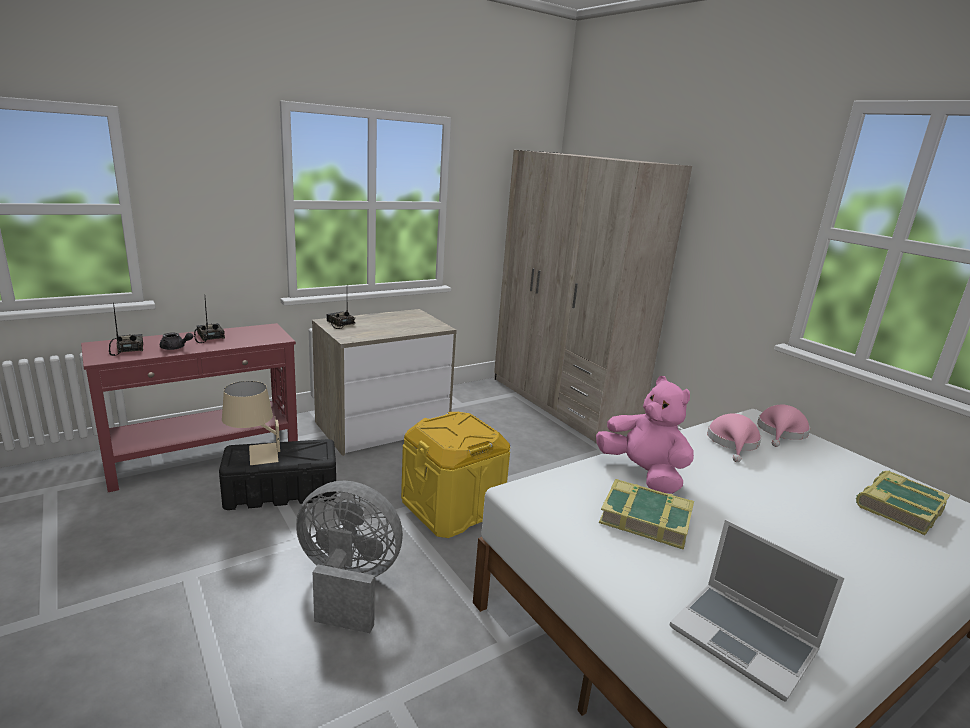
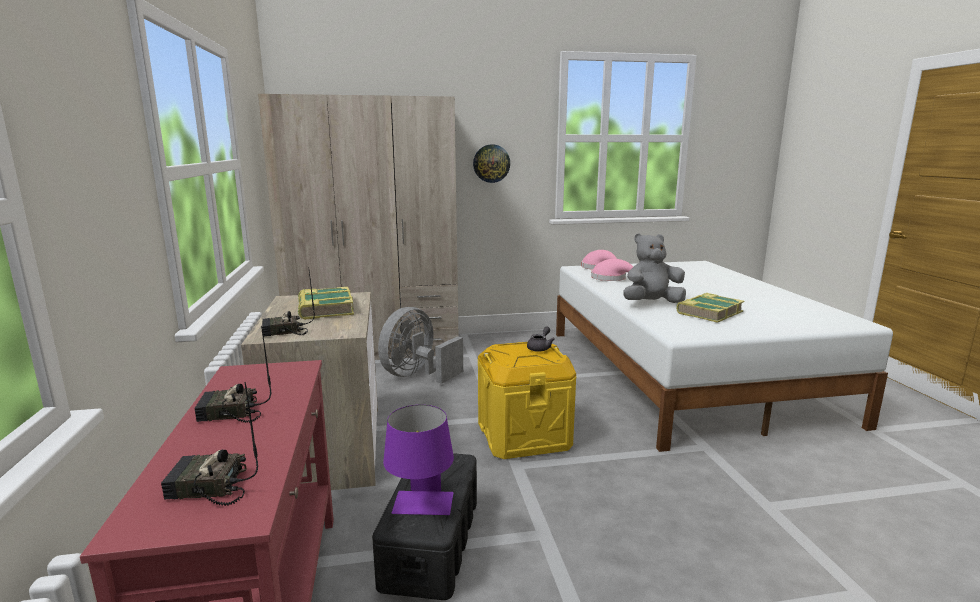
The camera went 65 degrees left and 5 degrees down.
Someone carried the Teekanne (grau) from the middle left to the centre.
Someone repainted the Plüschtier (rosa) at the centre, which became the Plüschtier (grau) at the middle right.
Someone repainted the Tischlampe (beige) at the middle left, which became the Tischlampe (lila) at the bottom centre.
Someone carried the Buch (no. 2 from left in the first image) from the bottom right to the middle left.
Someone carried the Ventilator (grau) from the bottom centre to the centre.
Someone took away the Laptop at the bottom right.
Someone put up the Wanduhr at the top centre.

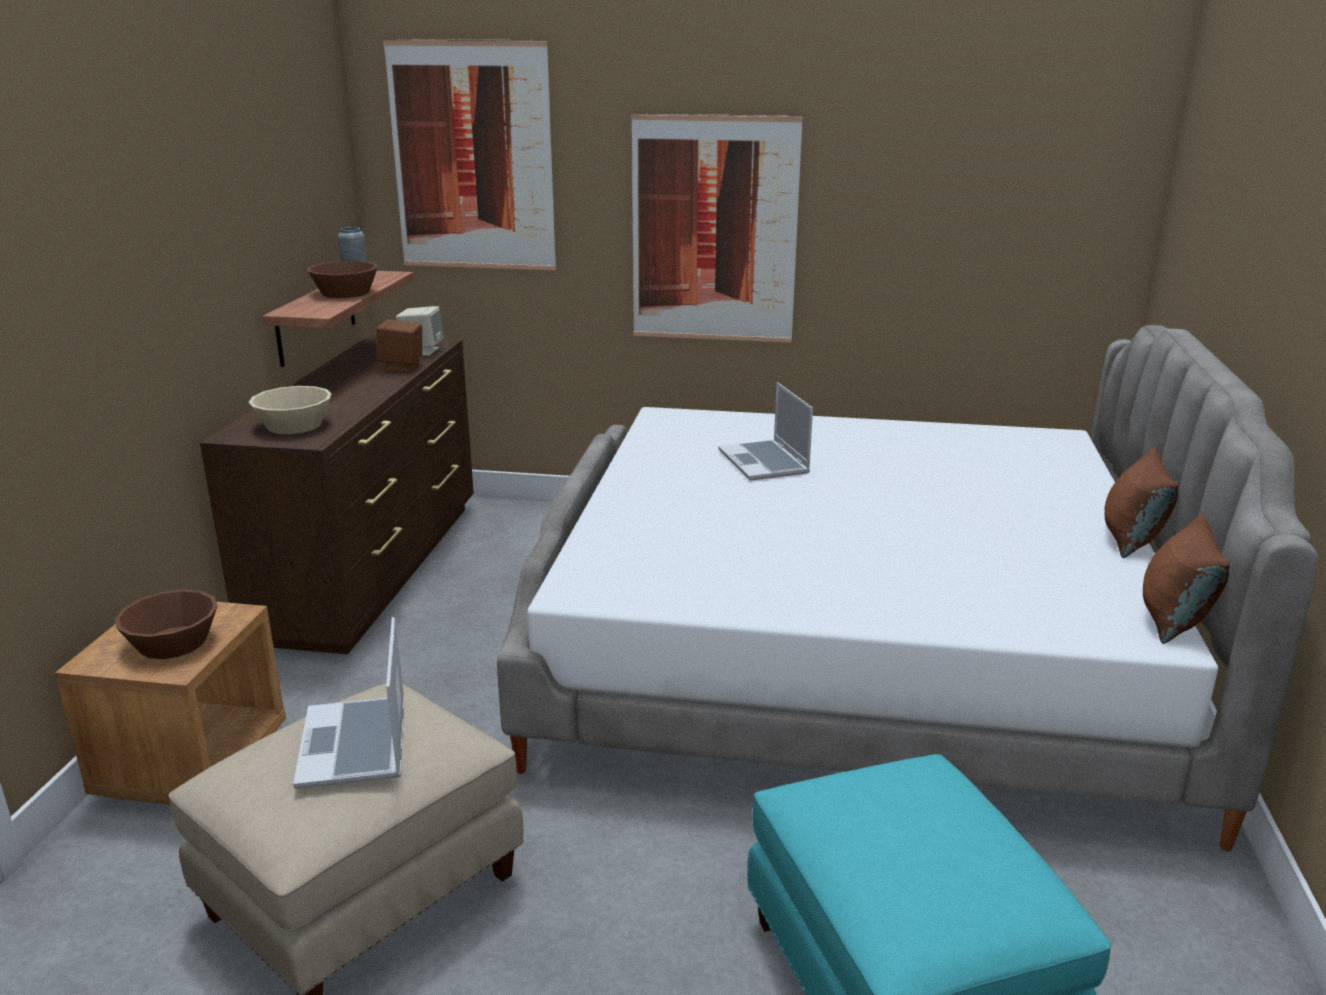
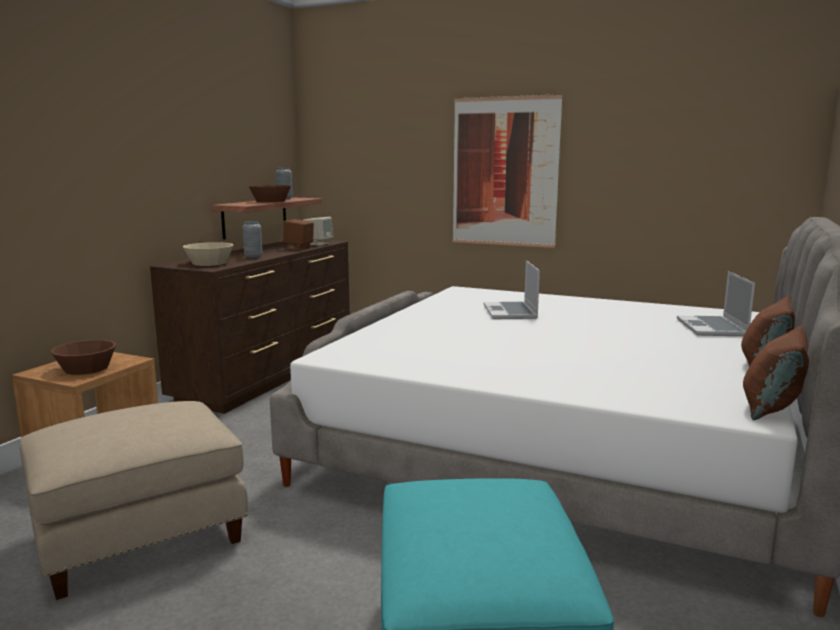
The camera went 15 degrees right and 10 degrees down.
Someone took away the Bild (no. 1 from left) at the top centre.
Someone carried the Laptop (no. 1 from left in the first image) from the bottom left to the middle right.
Someone put down the Vase (grau) (no. 1 from left) at the middle left.

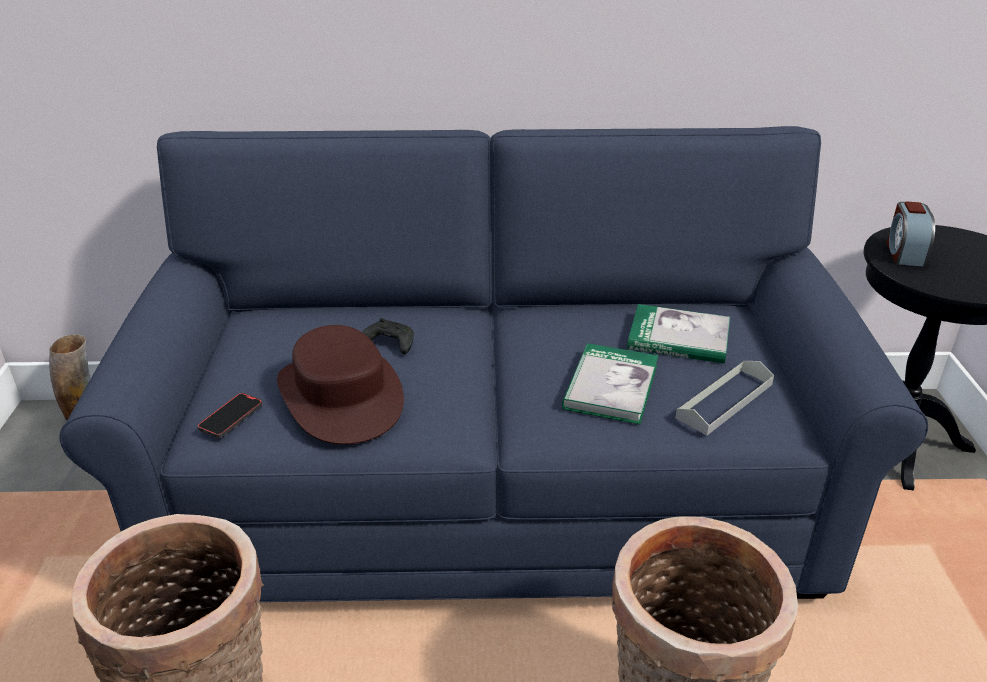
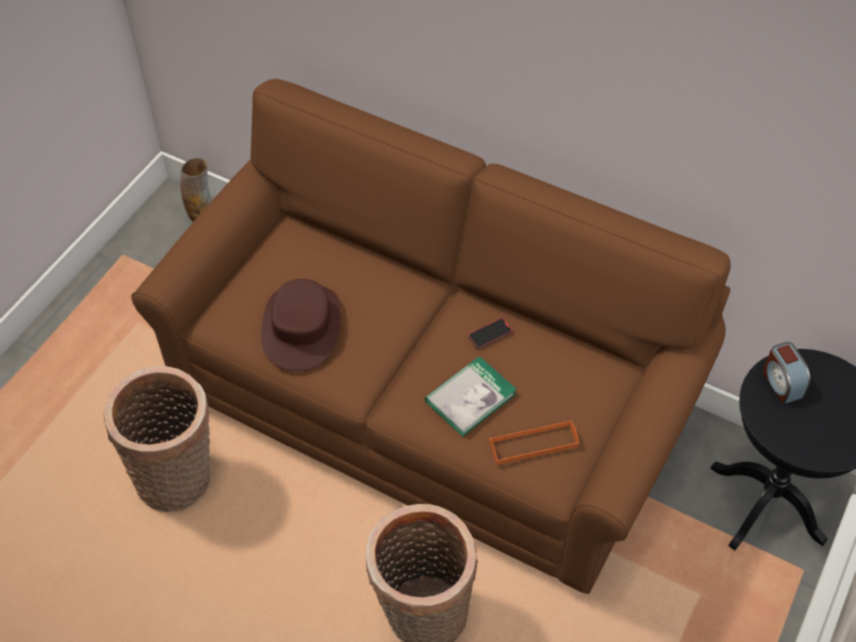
The camera went 30 degrees right and 20 degrees up.
Someone repainted the Sofa (blau) at the centre, which became the Sofa (braun) at the centre.
Someone rotated the Wecker at the middle right by 60 degrees counterclockwise.
Someone took away the Buch (no. 2 from left) at the middle right.
Someone took away the Gamepad (schwarz) at the centre.
Someone repainted the Tablett (grau) at the middle right, which became the Tablett (orange) at the bottom centre.
Someone carried the Handy from the middle left to the centre.

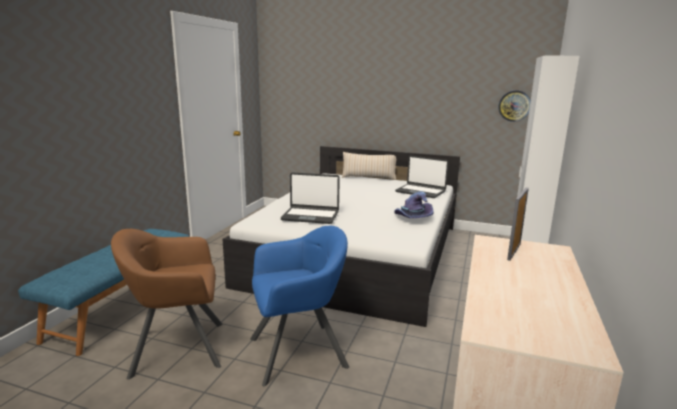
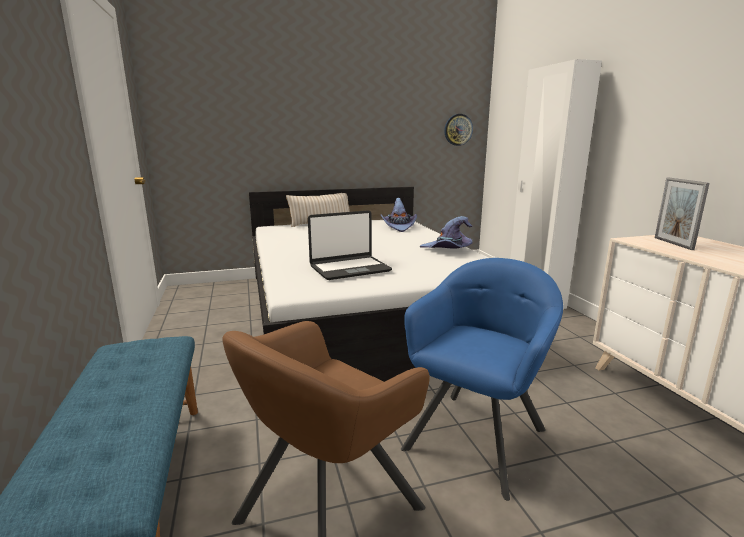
The camera went 35 degrees left and 0 degrees up.
Someone swapped the Laptop (no. 2 from left) at the centre for the Hut (lila) (no. 1 from left) at the centre.

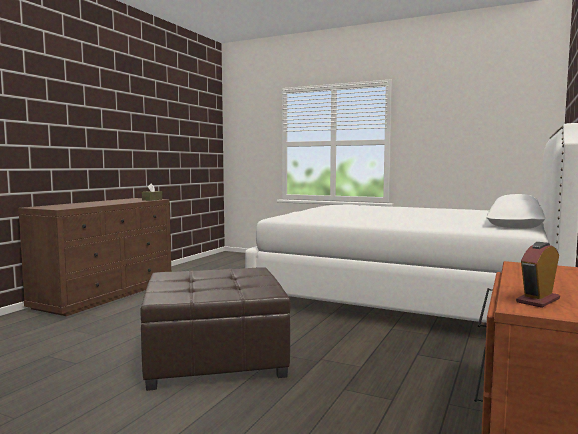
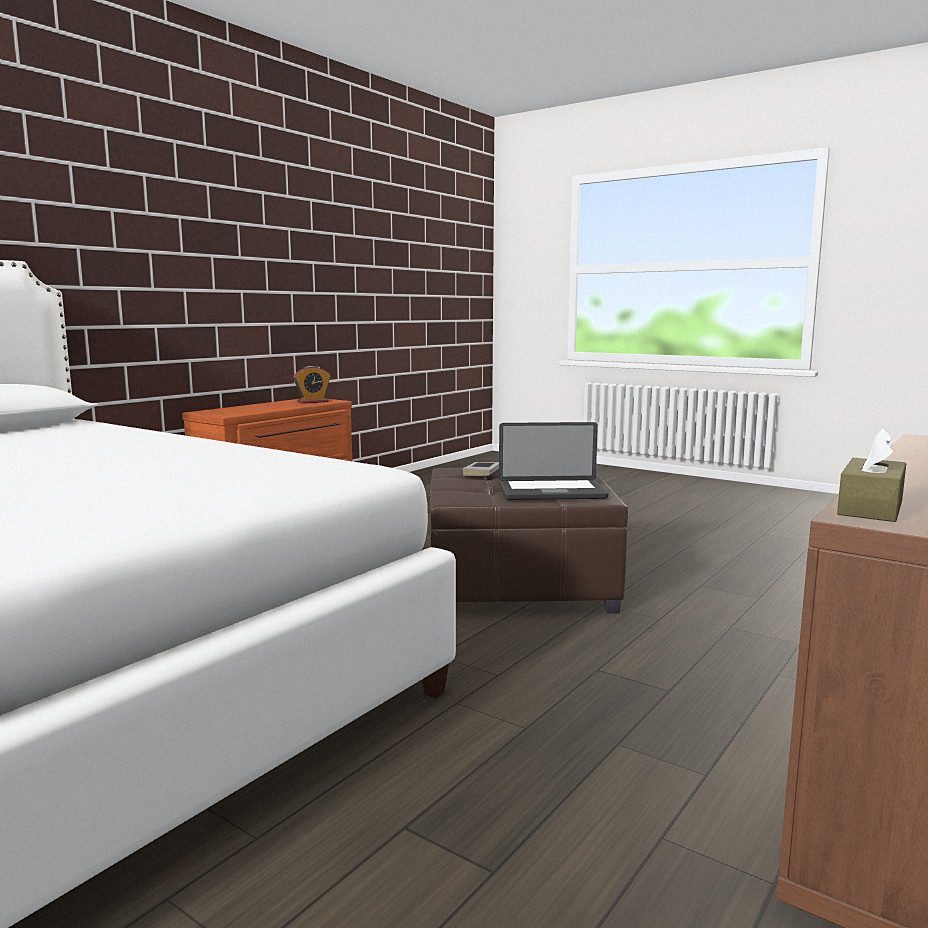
The camera went 170 degrees left and 5 degrees up.
Someone put down the Laptop at the centre.
Someone put down the Buch at the centre.

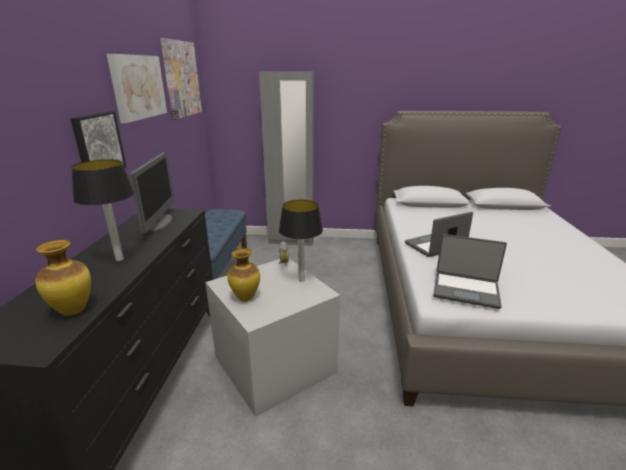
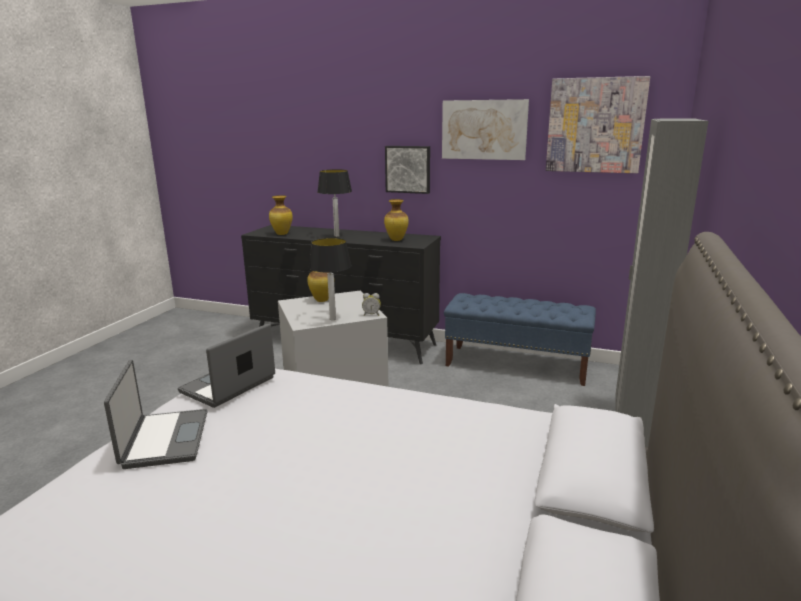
The camera went 105 degrees right and 5 degrees down.
Someone swapped the Monitor at the middle left for the Vase (no. 3 from left) at the centre.
Someone carried the Laptop (no. 1 from left) from the middle right to the bottom left.

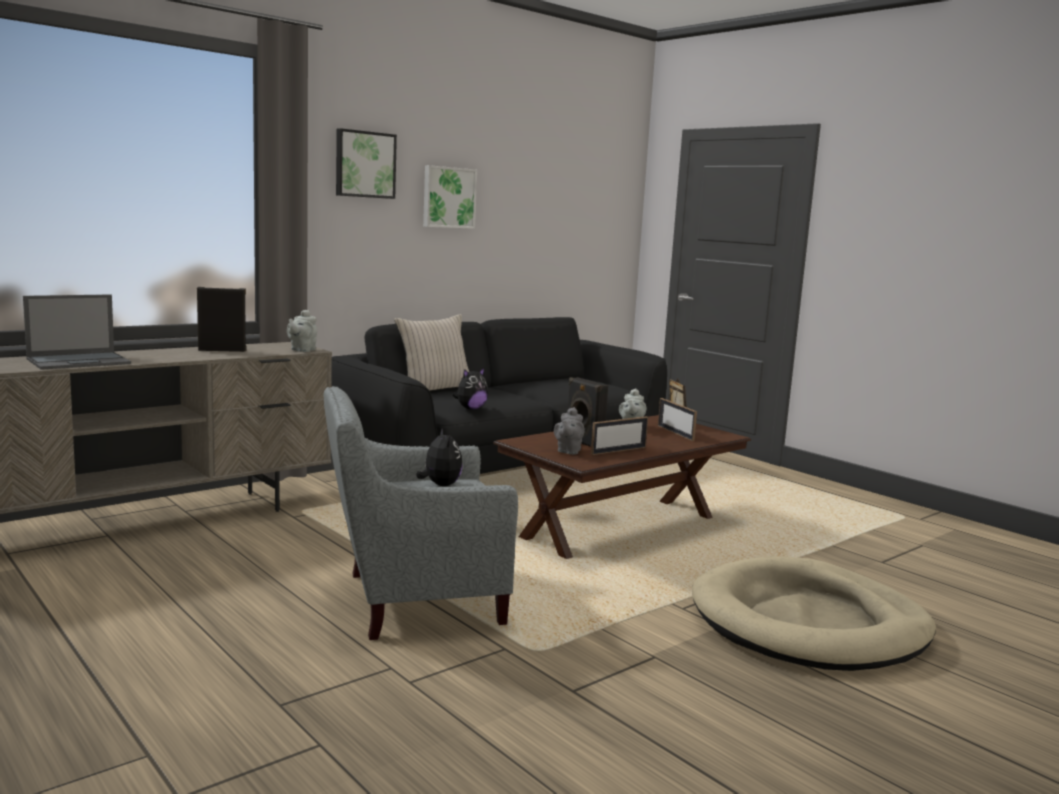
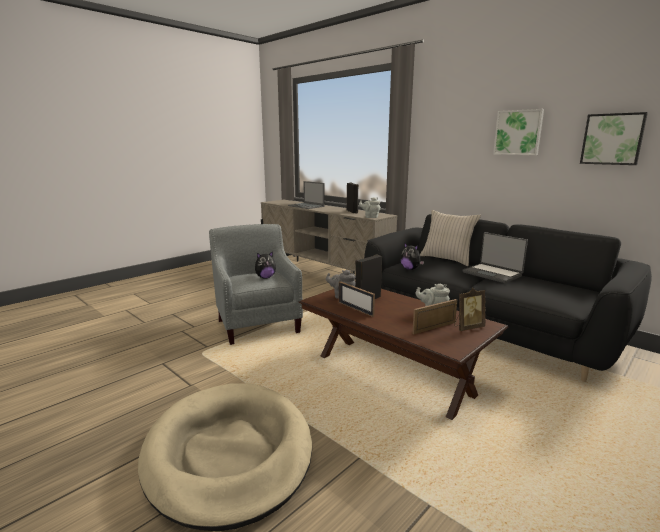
The camera went 85 degrees right and 5 degrees up.
Someone carried the Bild (no. 1 from left in the first image) from the top centre to the top right.
Someone put down the Laptop (no. 2 from left) at the middle right.

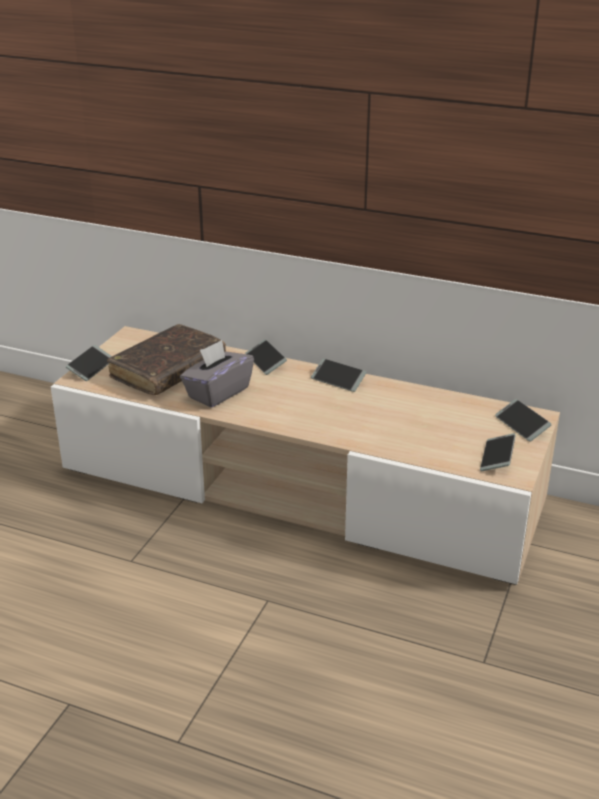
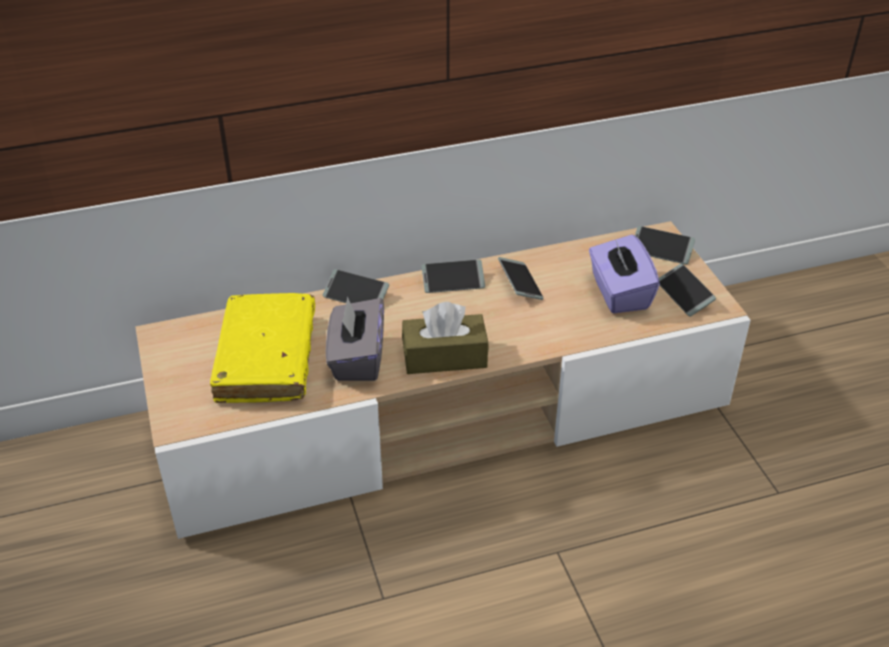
The camera went 40 degrees left and 10 degrees up.
Someone repainted the Buch (braun) at the middle left, which became the Buch (gelb) at the middle left.
Someone carried the Handy (no. 1 from left in the first image) from the middle left to the centre.
Someone put down the Taschentuchbox (lila) at the middle right.
Someone put down the Taschentuchbox (braun) at the centre.

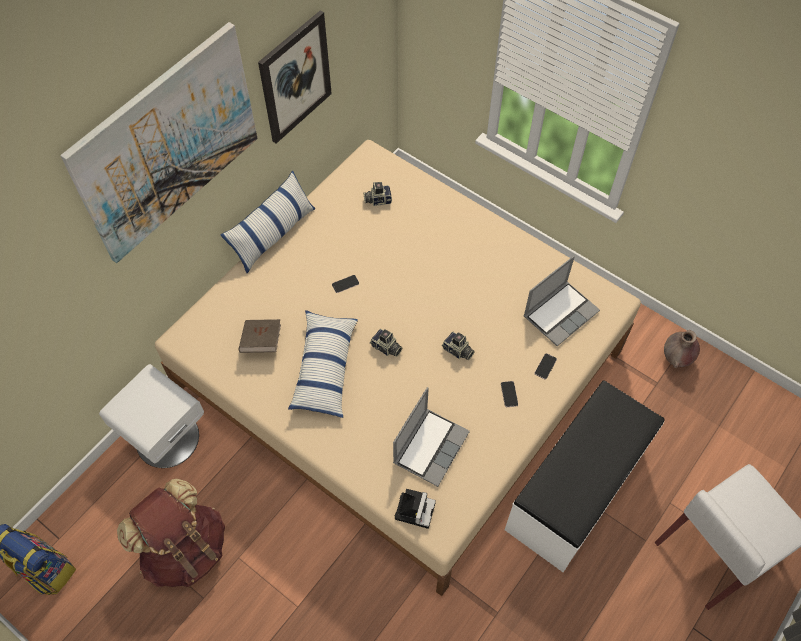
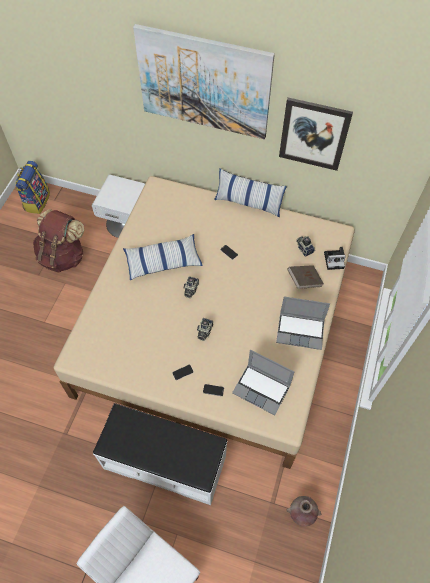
The camera went 70 degrees right and 0 degrees up.
Someone carried the Buch (braun) from the middle left to the middle right.
Someone carried the Laptop (no. 1 from left in the first image) from the bottom centre to the middle right.
Someone carried the Kamera (no. 3 from left in the first image) from the bottom centre to the middle right.

